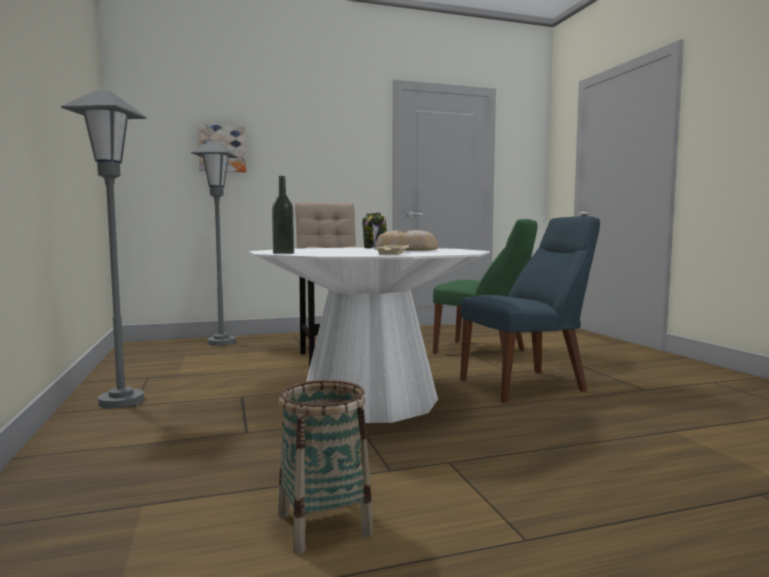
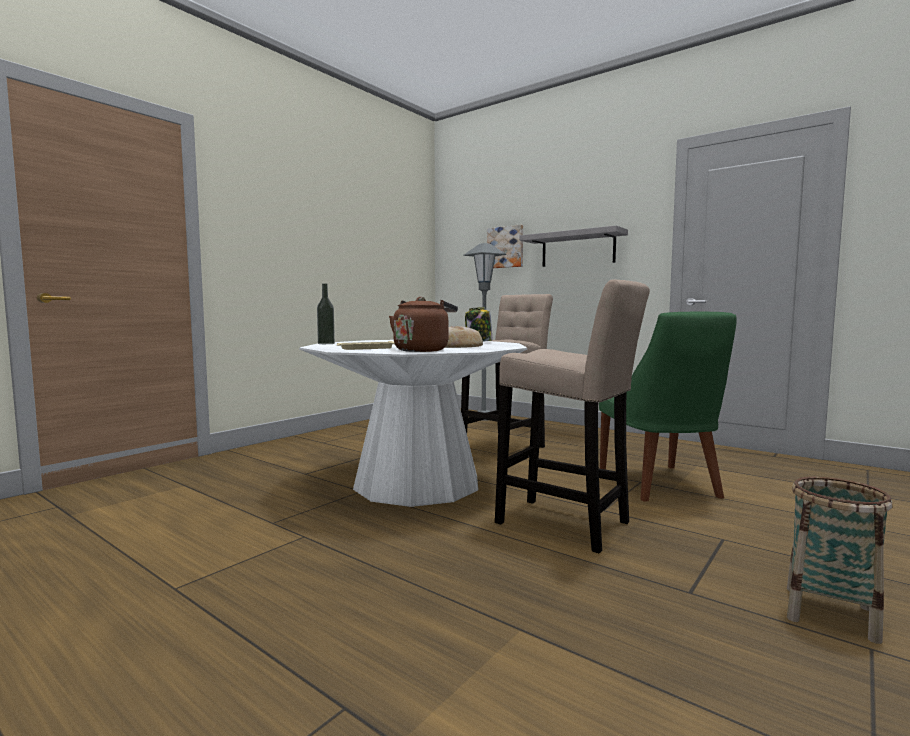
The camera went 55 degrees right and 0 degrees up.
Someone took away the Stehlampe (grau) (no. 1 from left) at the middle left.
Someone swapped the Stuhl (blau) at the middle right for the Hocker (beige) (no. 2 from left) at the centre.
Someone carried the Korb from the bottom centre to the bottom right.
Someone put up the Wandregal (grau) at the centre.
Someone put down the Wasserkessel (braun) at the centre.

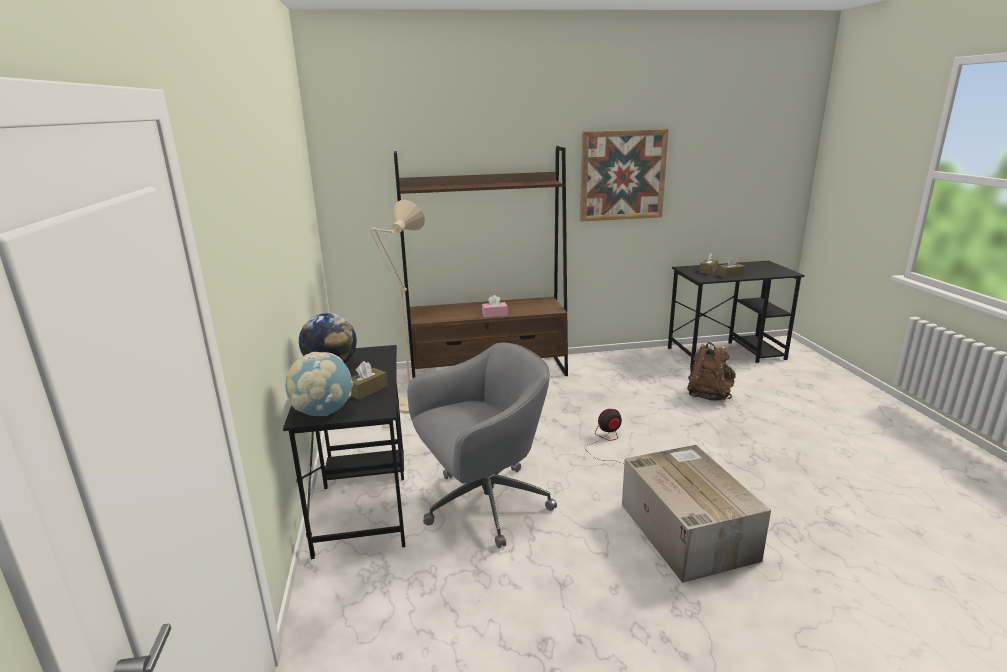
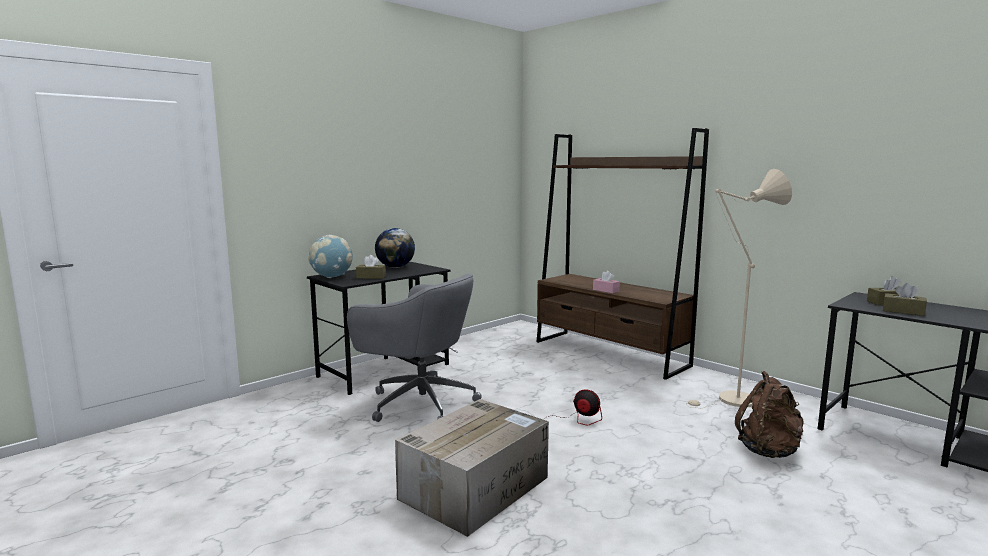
The camera went 55 degrees right and 10 degrees down.
Someone took away the Bild at the top centre.
Someone carried the Stehlampe (beige) from the centre to the middle right.

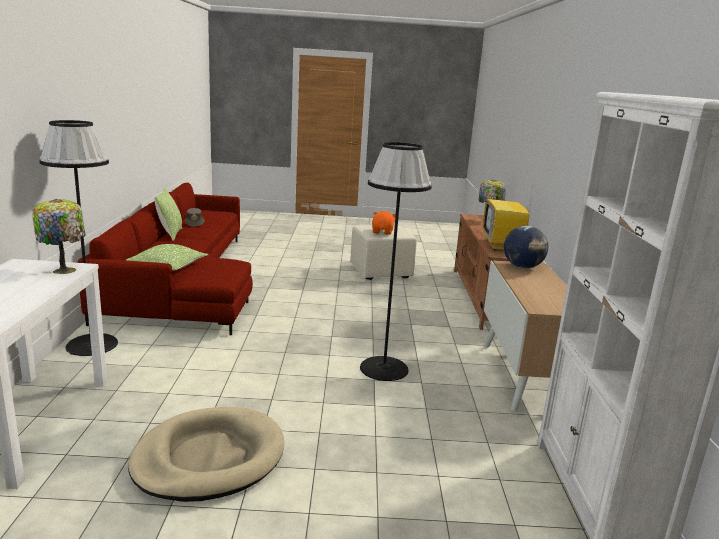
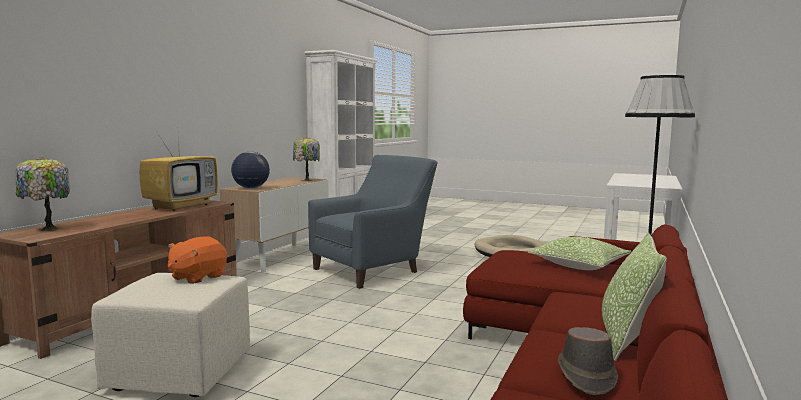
The camera went 155 degrees left and 10 degrees down.
Someone swapped the Stehlampe (schwarz) (no. 2 from left) at the centre for the Sessel (blau) at the centre.
Someone carried the Tischlampe (no. 1 from left in the first image) from the middle left to the centre.

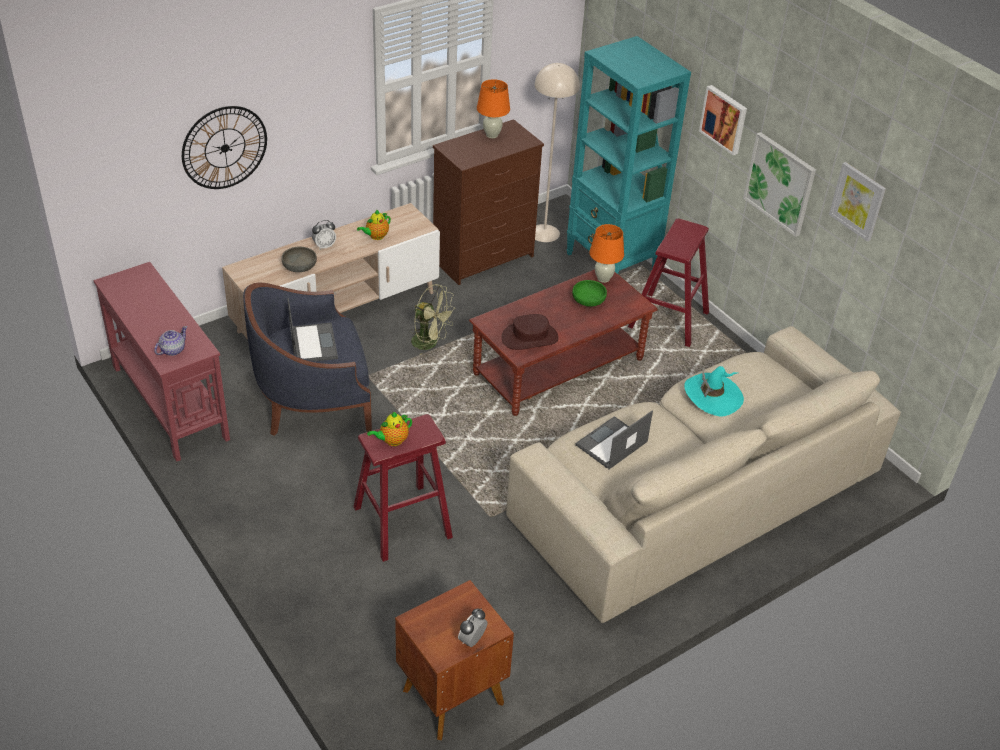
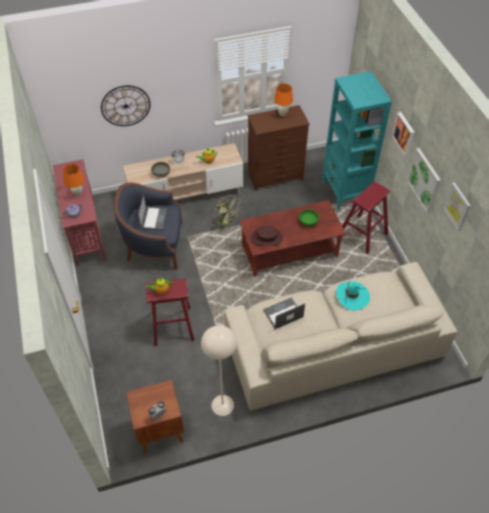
The camera went 20 degrees right and 10 degrees up.
Someone carried the Stehlampe (beige) from the top centre to the bottom centre.
Someone carried the Tischlampe (orange) (no. 2 from left in the first image) from the centre to the middle left.

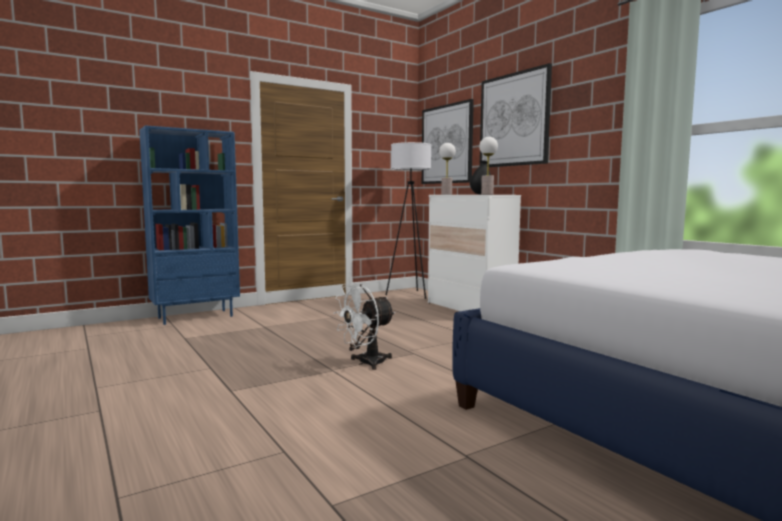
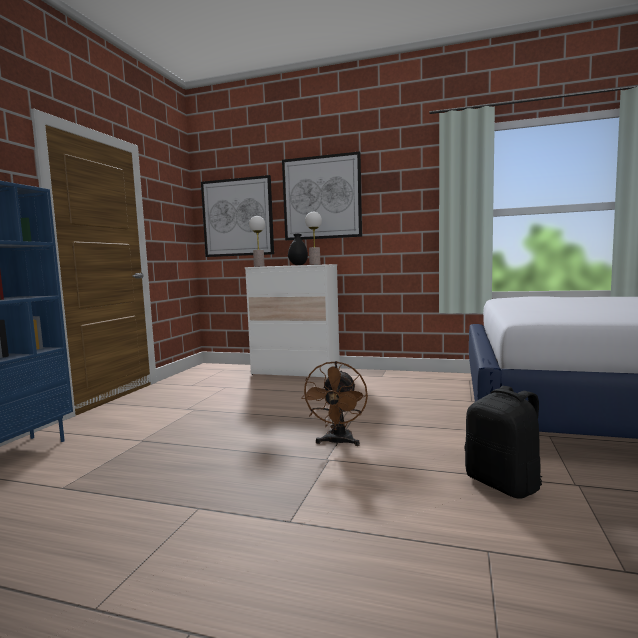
The camera went 40 degrees left and 0 degrees up.
Someone took away the Stehlampe (weiß) at the centre.
Someone repainted the Ventilator (weiß) at the centre, which became the Ventilator (braun) at the centre.
Someone put down the Rucksack (schwarz) at the bottom right.

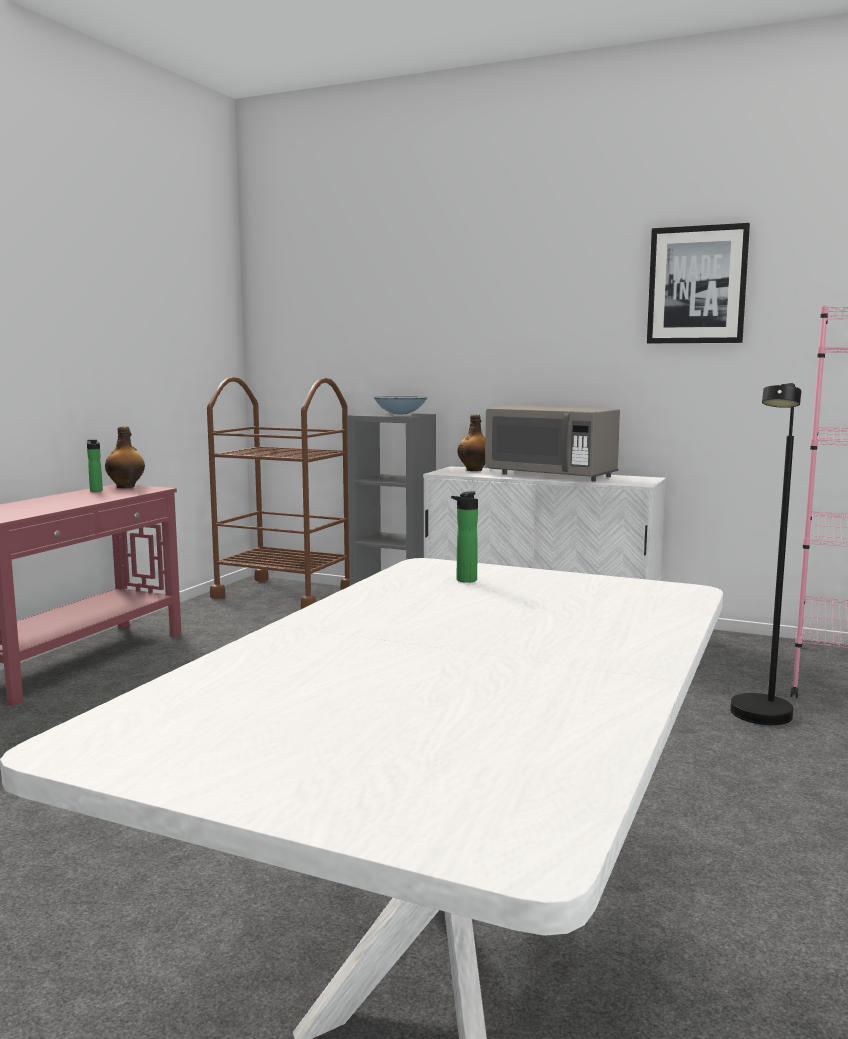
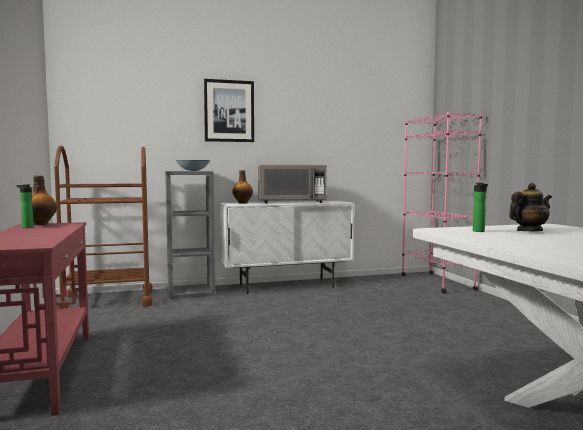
The camera went 40 degrees left and 5 degrees down.
Someone carried the Bild from the top right to the top centre.
Someone took away the Stehlampe (schwarz) at the middle right.
Someone put down the Teekanne at the middle right.

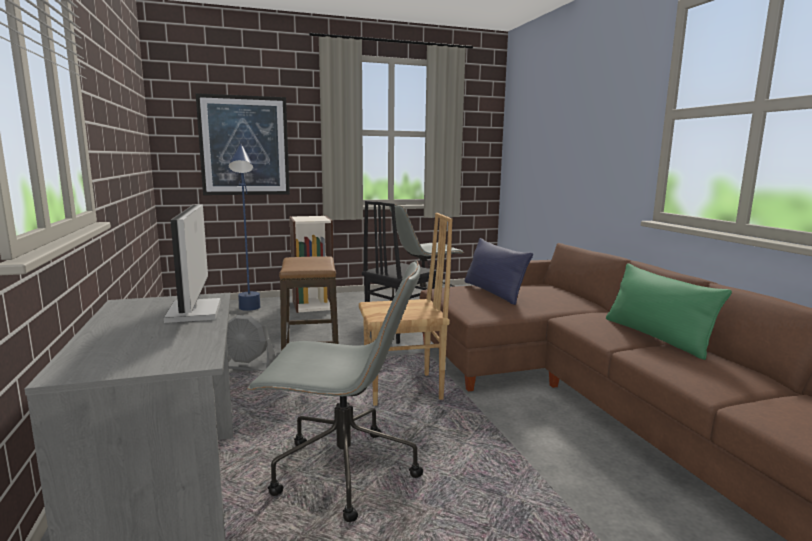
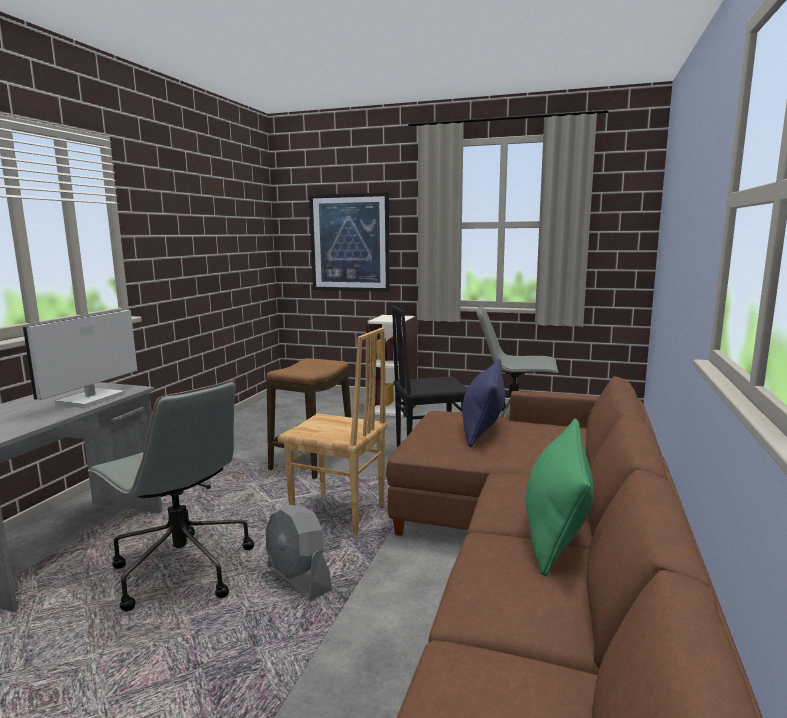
The camera went 35 degrees right and 0 degrees up.
Someone took away the Stehlampe (blau) at the middle left.
Someone carried the Ventilator (grau) from the middle left to the bottom centre.

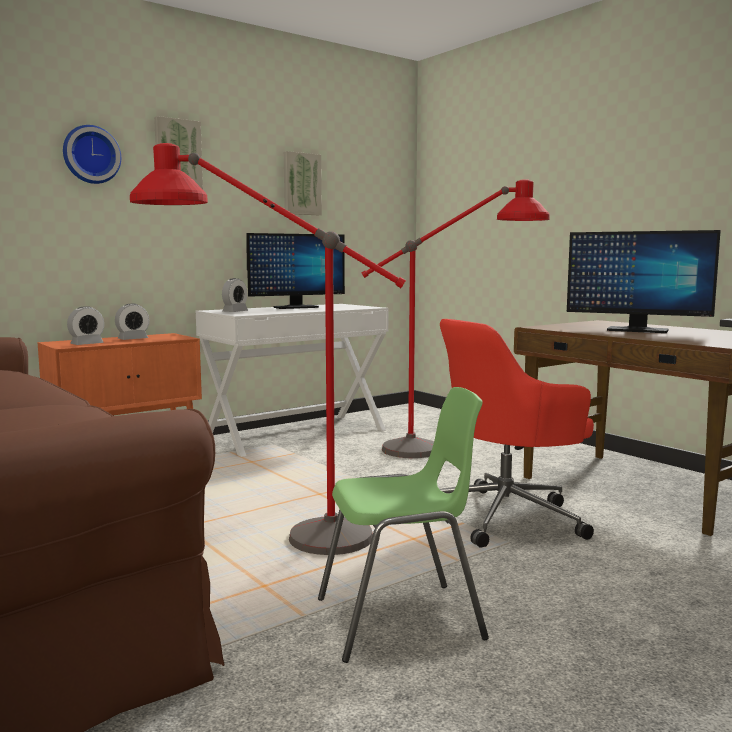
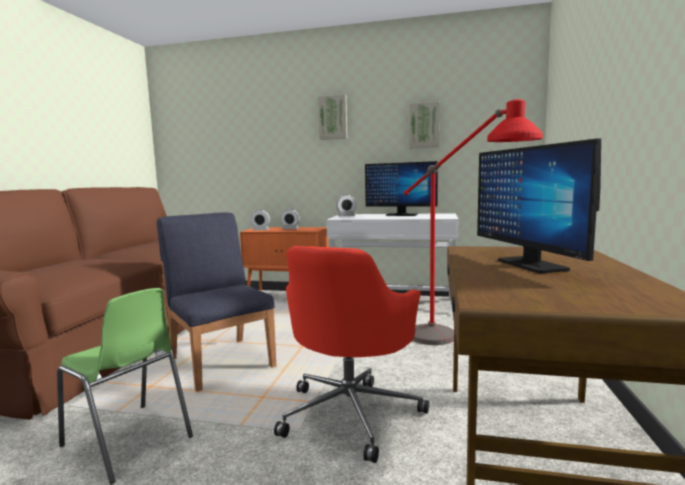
The camera went 50 degrees right and 0 degrees up.
Someone took away the Wanduhr at the top left.
Someone swapped the Stehlampe (rot) (no. 1 from left) at the centre for the Stuhl (blau) at the middle left.
Someone rotated the Bürostuhl (rot) at the middle right by 90 degrees counterclockwise.

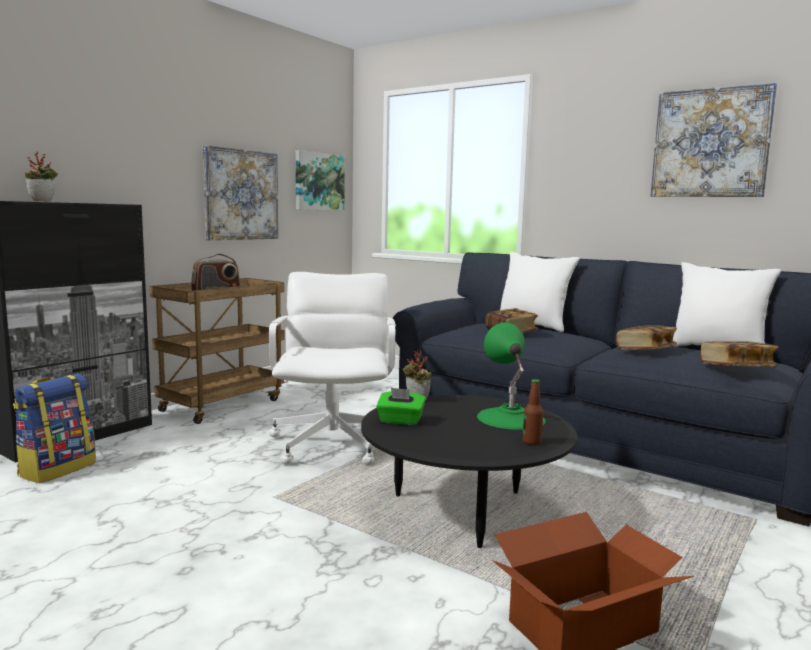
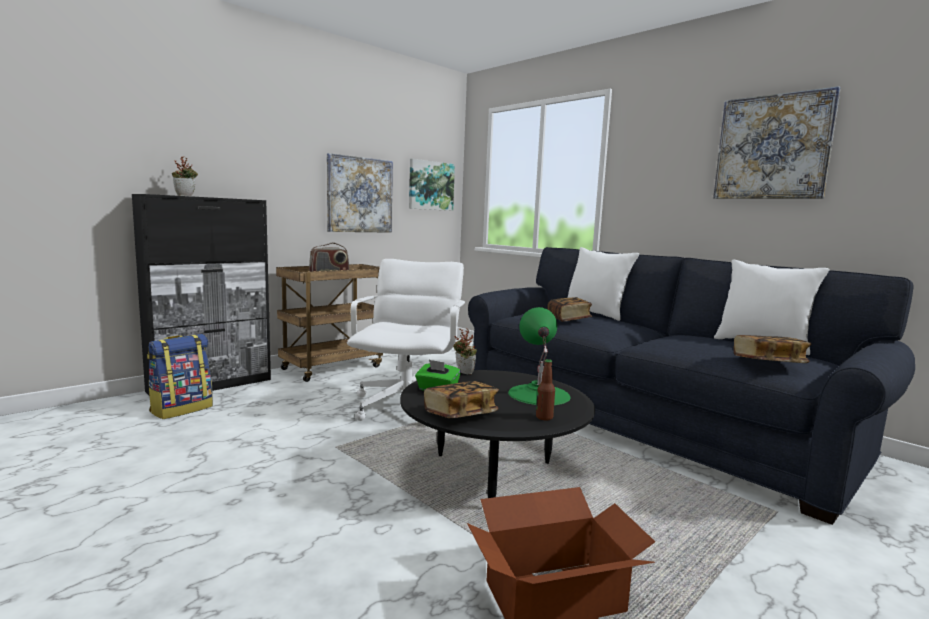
The camera went 10 degrees right and 0 degrees up.
Someone carried the Buch (no. 2 from left in the first image) from the middle right to the centre.

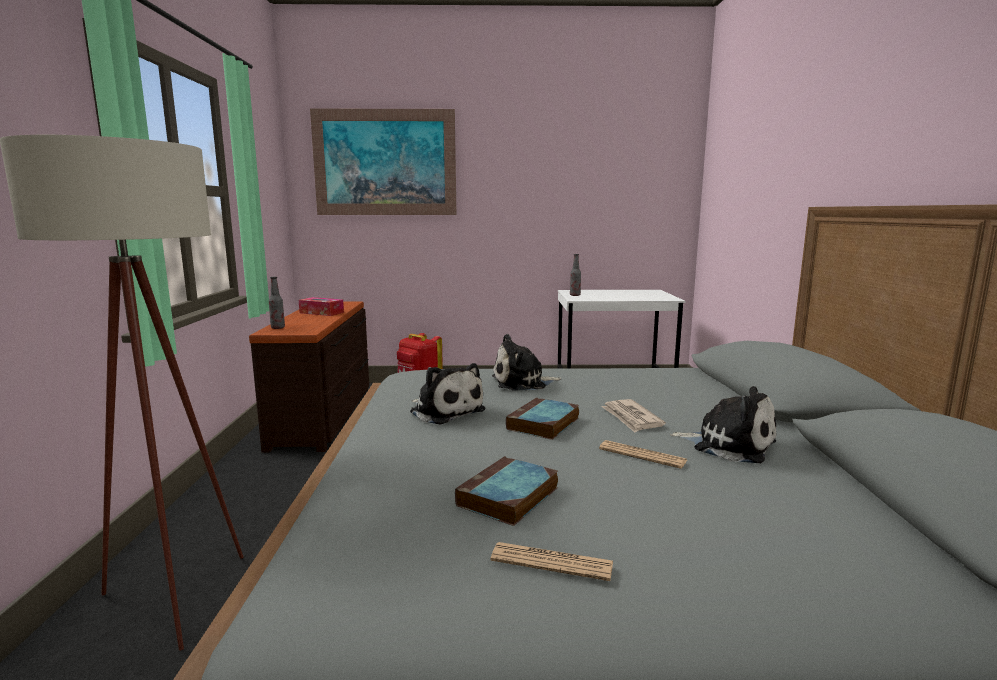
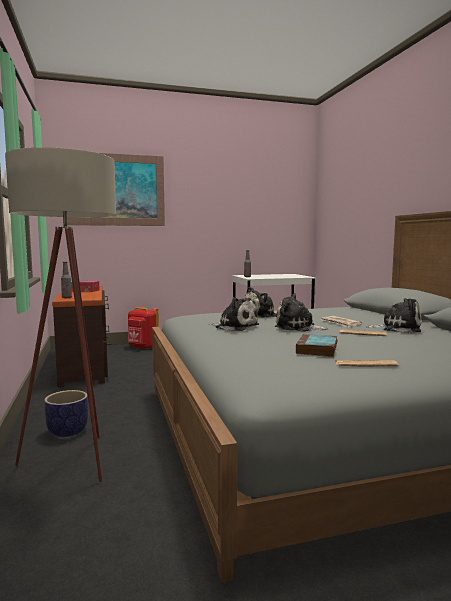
The camera went 15 degrees left and 5 degrees down.
Someone swapped the Buch (no. 2 from left) at the centre for the Plüschtier (no. 3 from left) at the middle right.
Someone put down the Pflanzkübel at the bottom left.

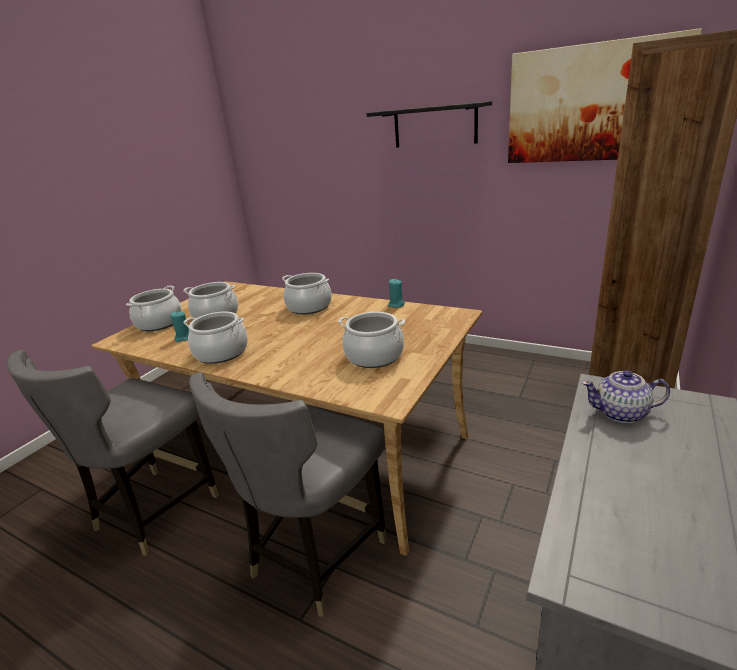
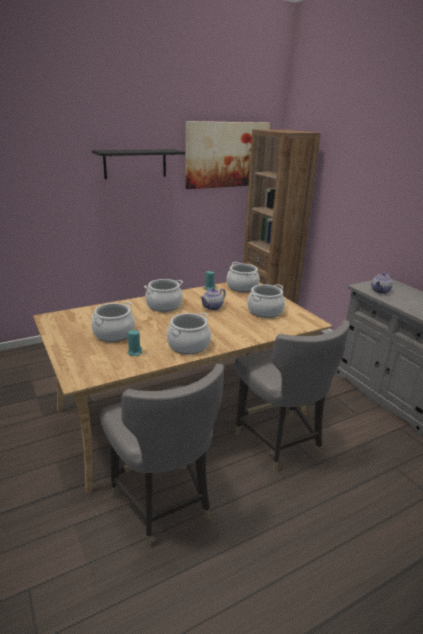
The camera went 60 degrees left and 0 degrees up.
Someone carried the Kochtopf (no. 1 from left in the first image) from the middle left to the centre.
Someone put down the Teekanne (no. 1 from left) at the centre.

